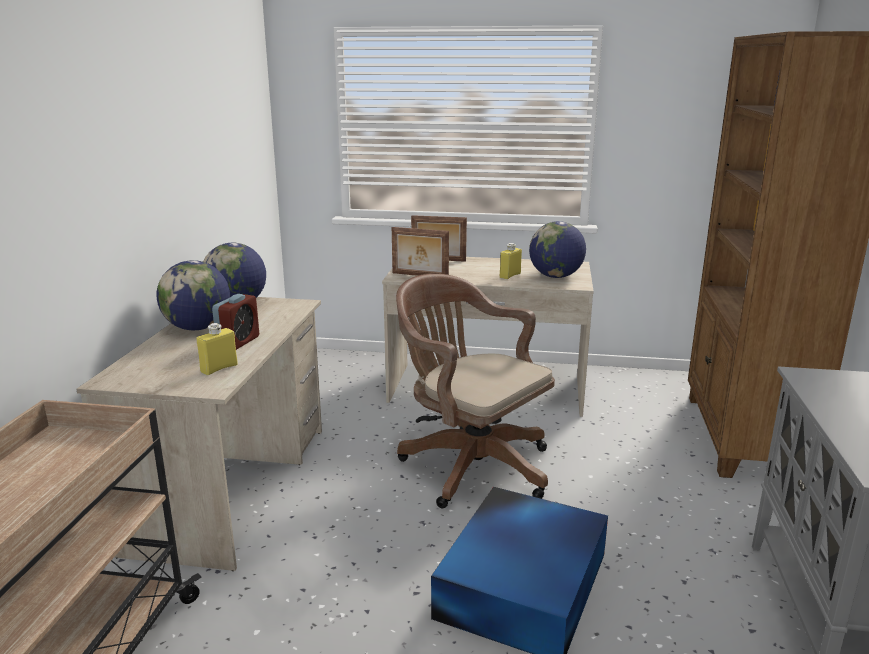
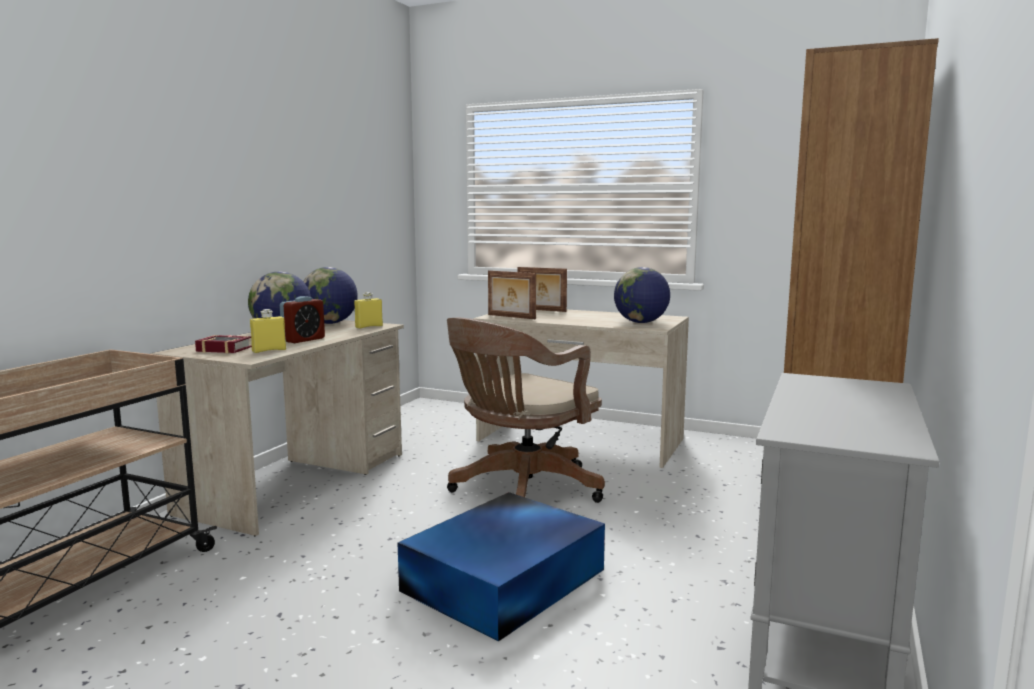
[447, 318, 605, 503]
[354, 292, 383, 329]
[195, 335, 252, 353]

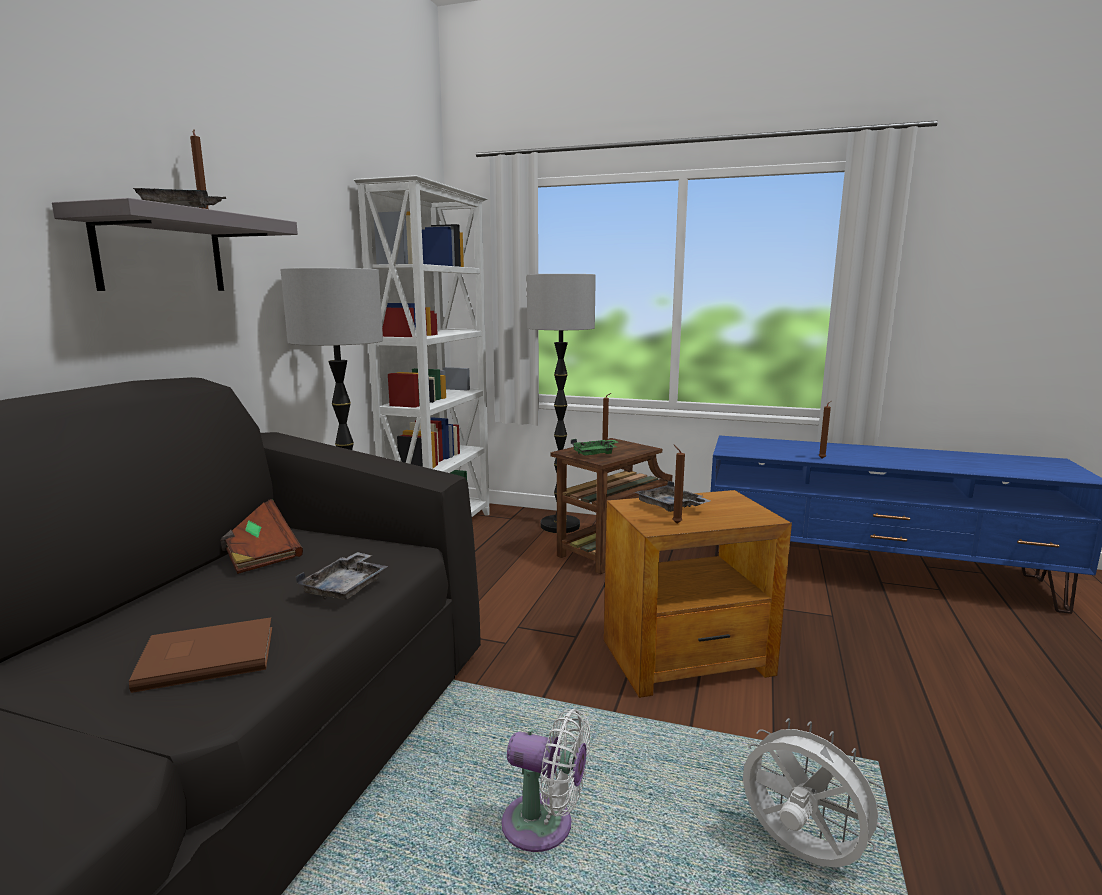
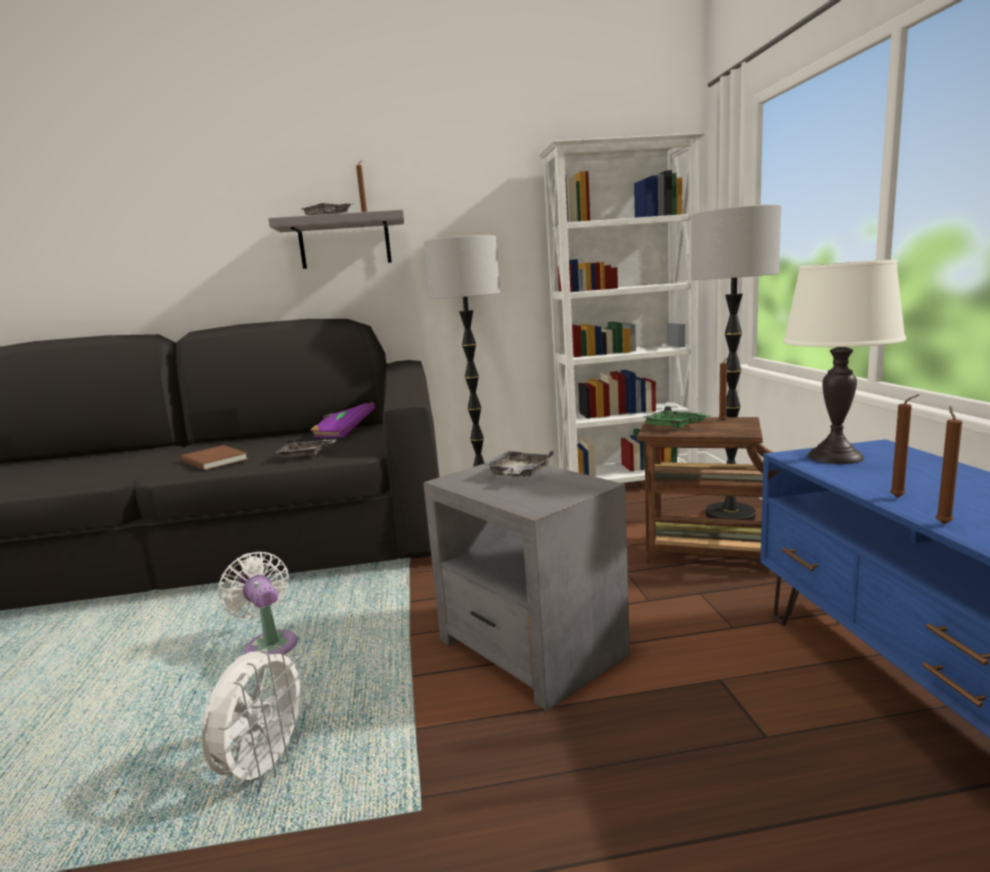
[310, 402, 375, 438]
[218, 552, 297, 655]
[423, 464, 630, 711]
[936, 406, 962, 524]
[783, 259, 906, 464]

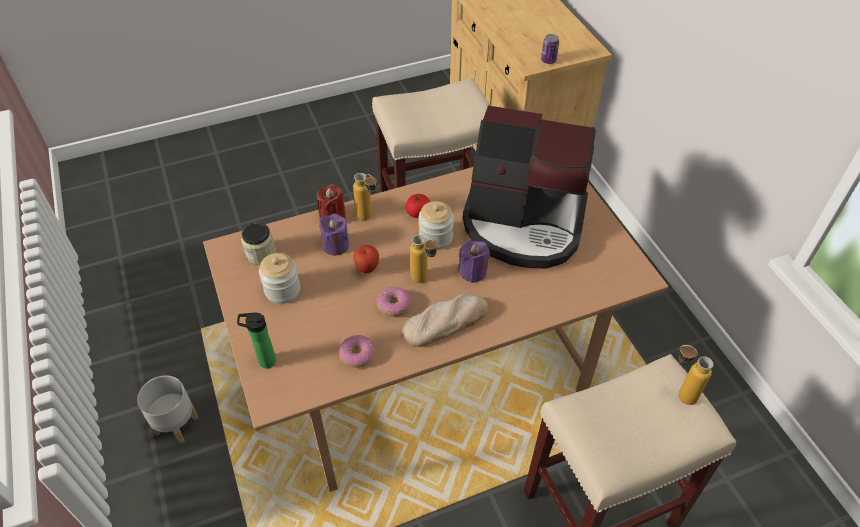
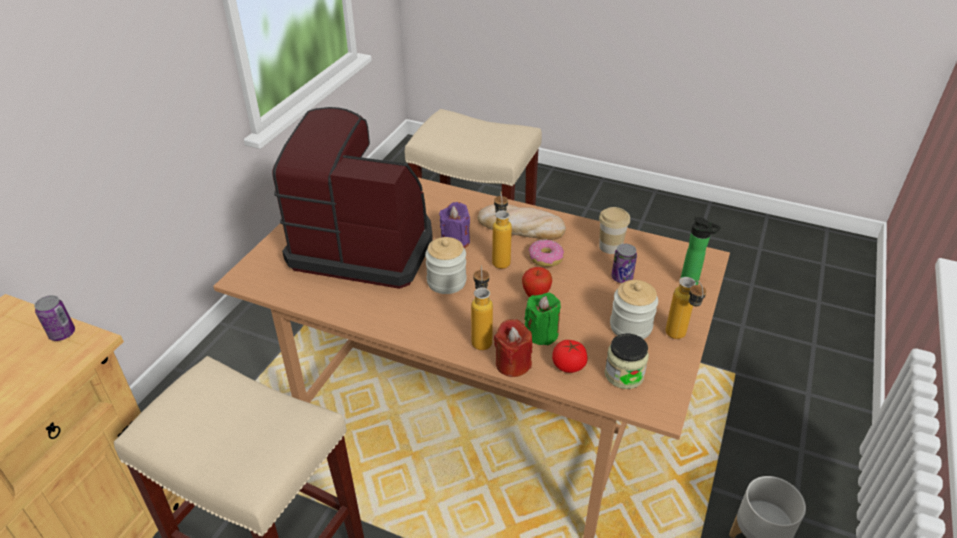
[525, 293, 561, 346]
[599, 207, 630, 254]
[552, 340, 588, 373]
[273, 107, 433, 289]
[666, 277, 706, 339]
[611, 244, 637, 283]

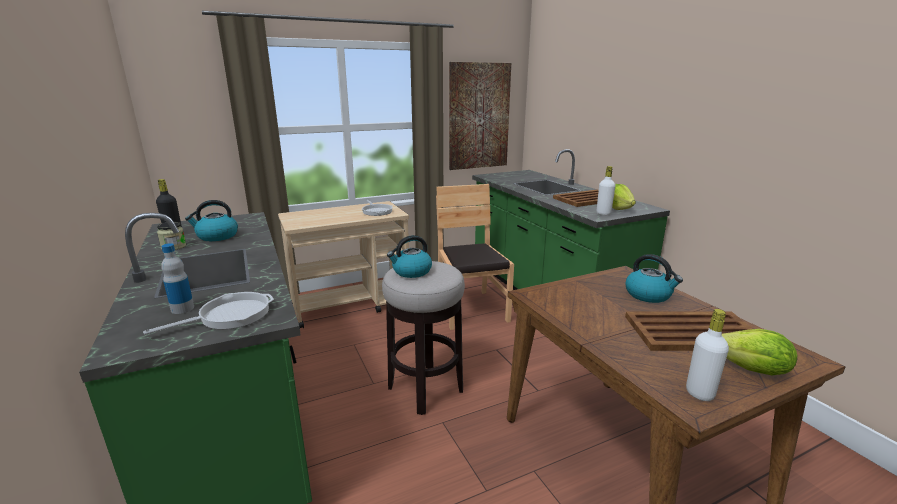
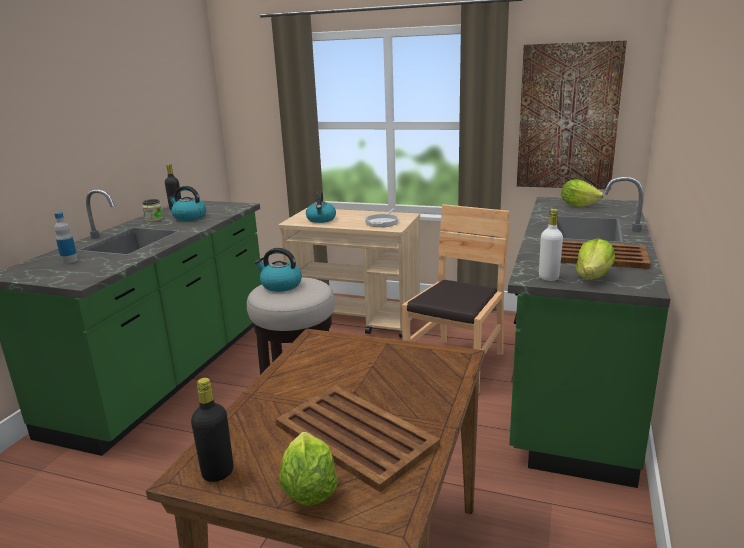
[143, 292, 274, 335] (first image)
[306, 191, 336, 223]
[191, 378, 233, 482]
[561, 179, 604, 207]

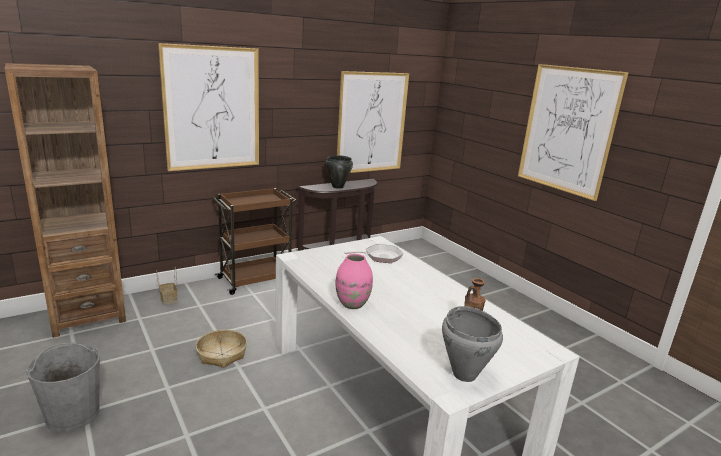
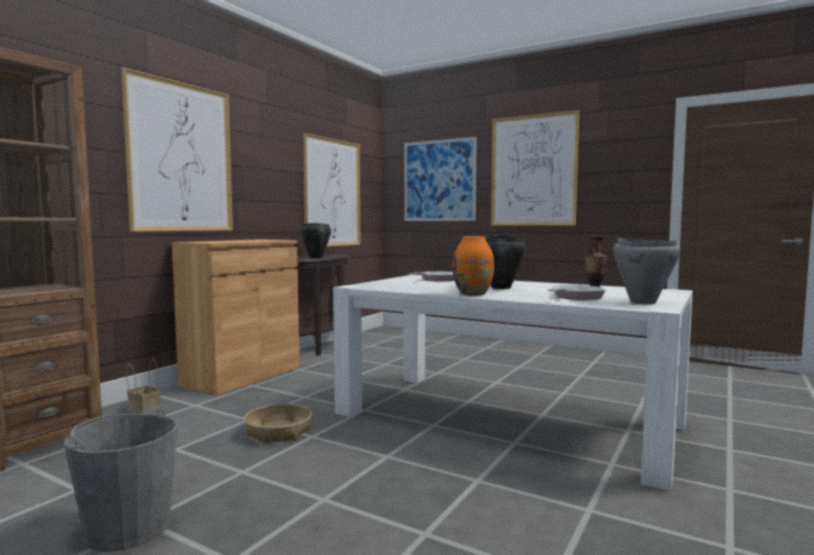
[172, 239, 300, 395]
[453, 236, 494, 296]
[404, 137, 477, 221]
[484, 235, 526, 289]
[548, 285, 605, 300]

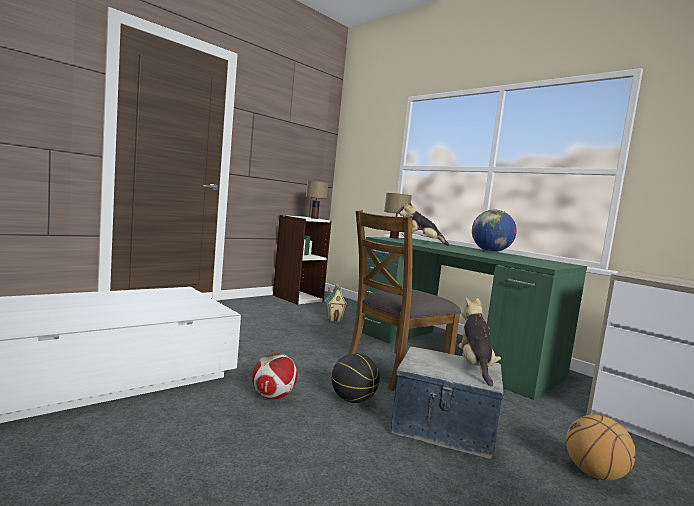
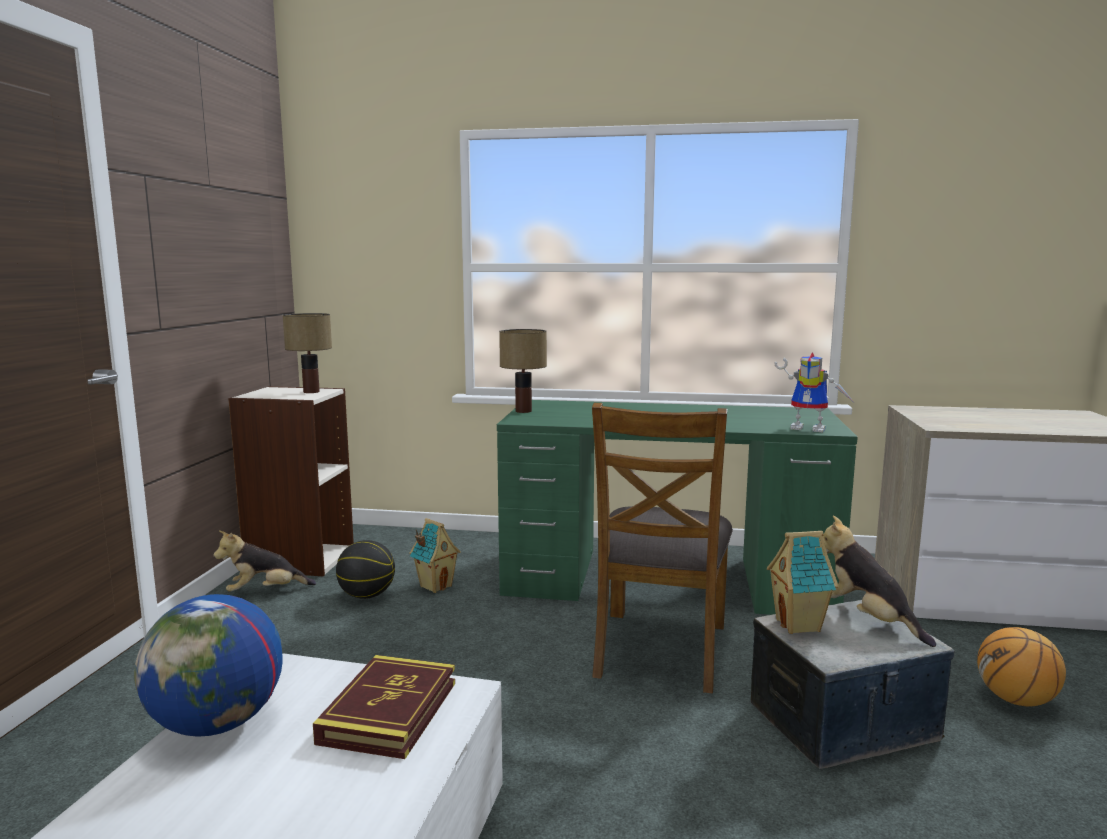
[252, 353, 297, 399] (first image)
[336, 540, 395, 599]
[213, 531, 316, 592]
[134, 594, 282, 736]
[313, 655, 455, 759]
[767, 531, 839, 634]
[775, 352, 853, 433]

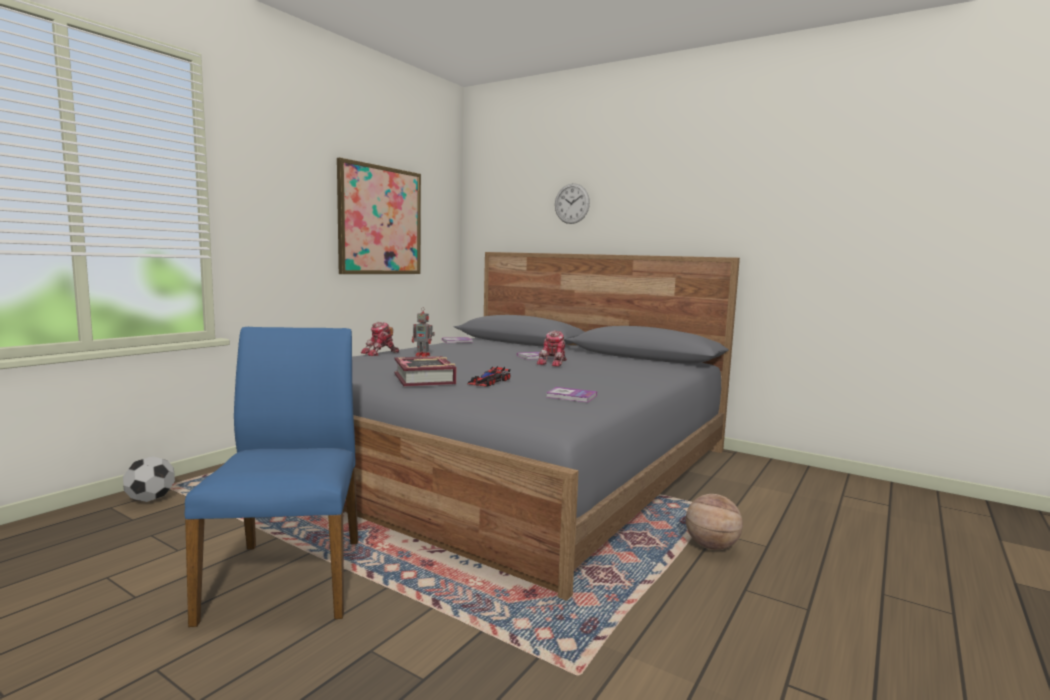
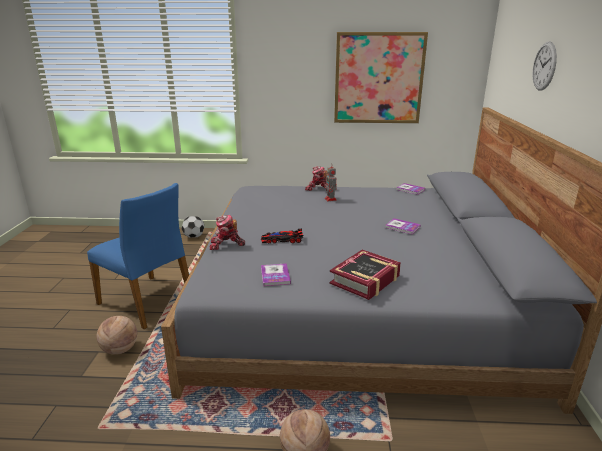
[87, 183, 189, 329]
[329, 250, 401, 300]
[210, 215, 245, 250]
[97, 316, 137, 355]

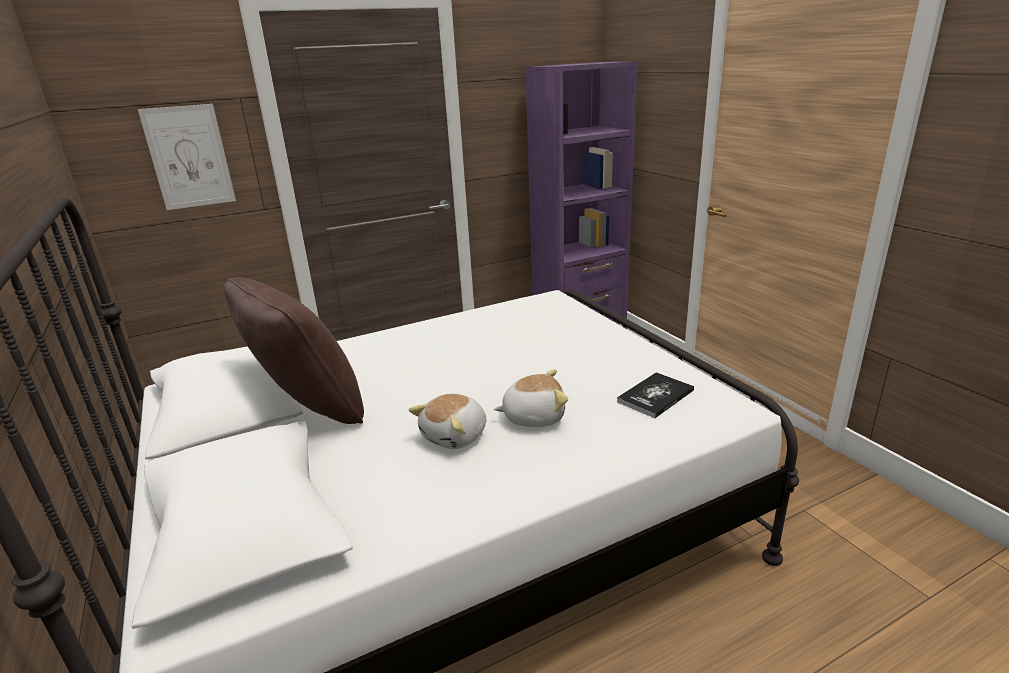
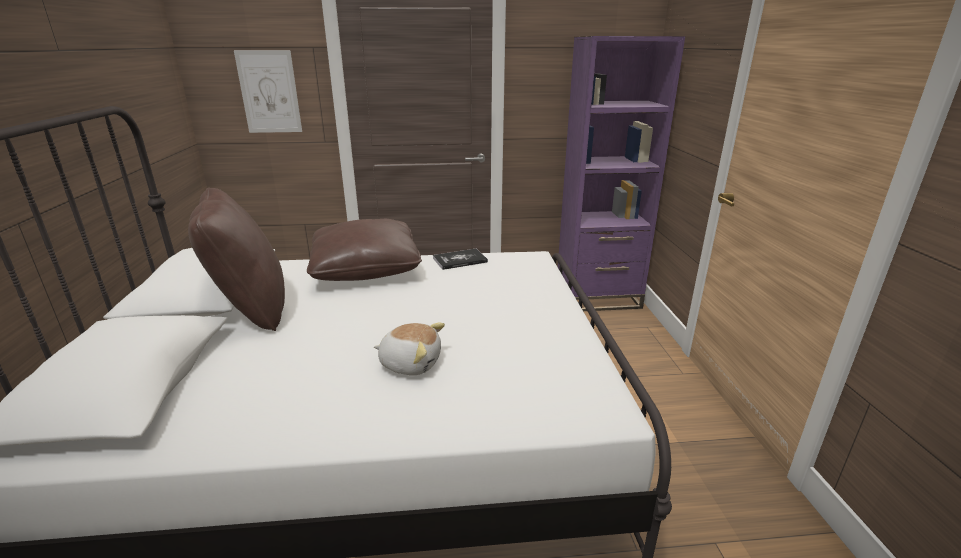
[409, 394, 486, 449] (first image)
[433, 249, 488, 270]
[307, 219, 422, 281]

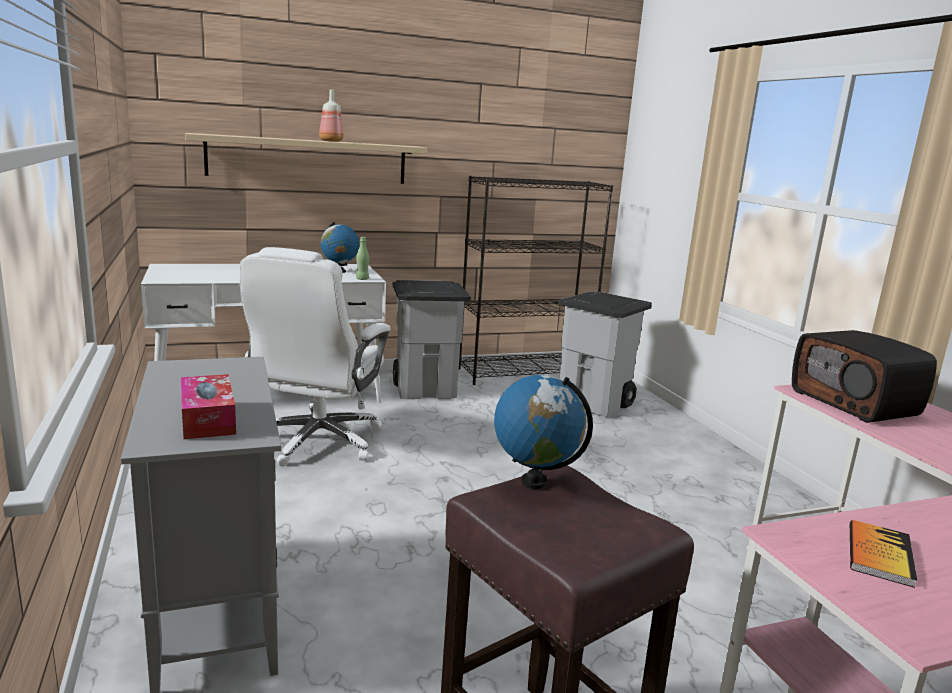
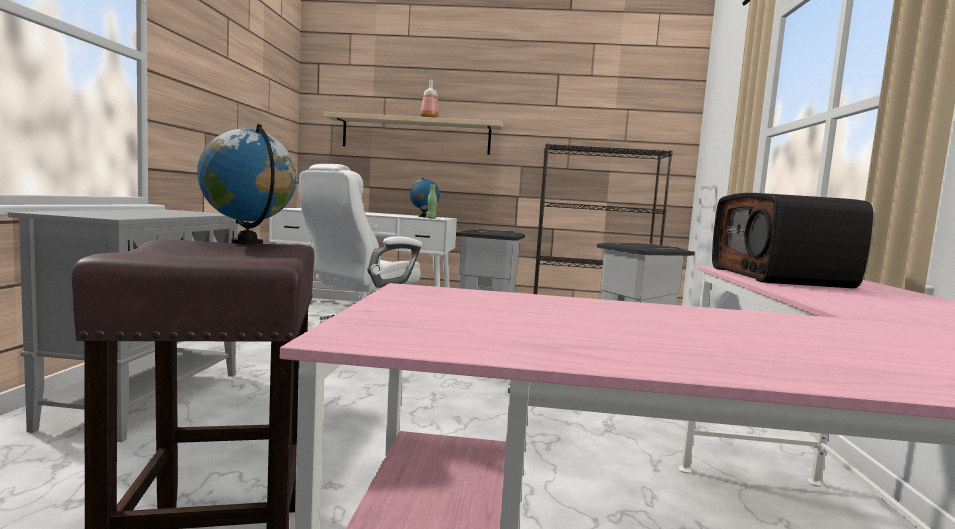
[181, 374, 236, 439] (first image)
[850, 520, 917, 588] (first image)

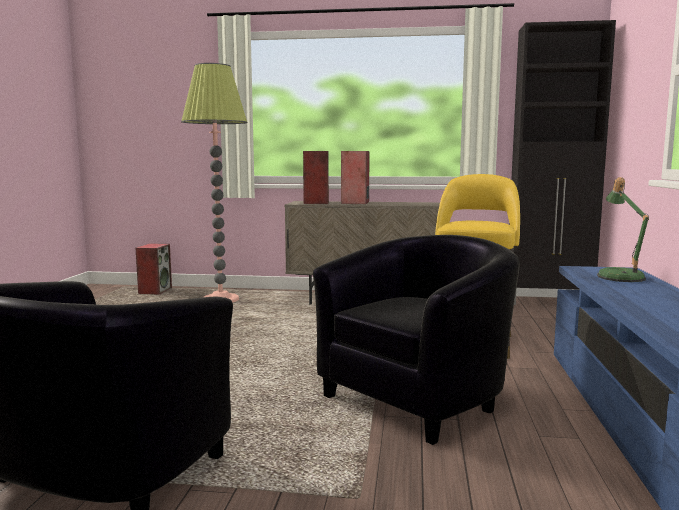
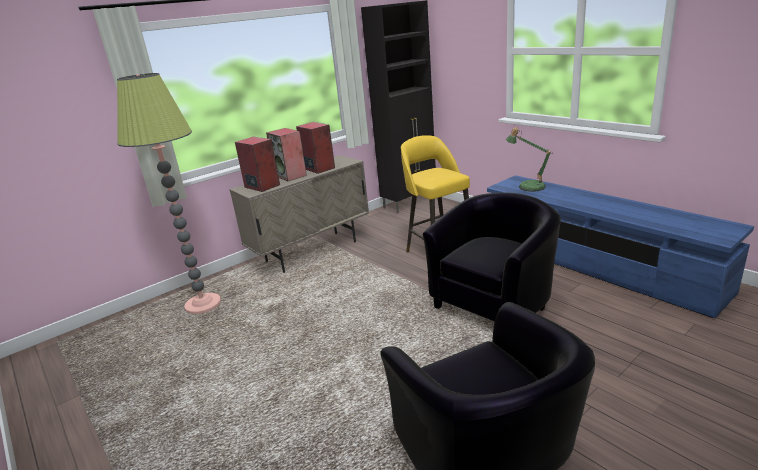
[296, 122, 335, 174]
[423, 192, 561, 322]

